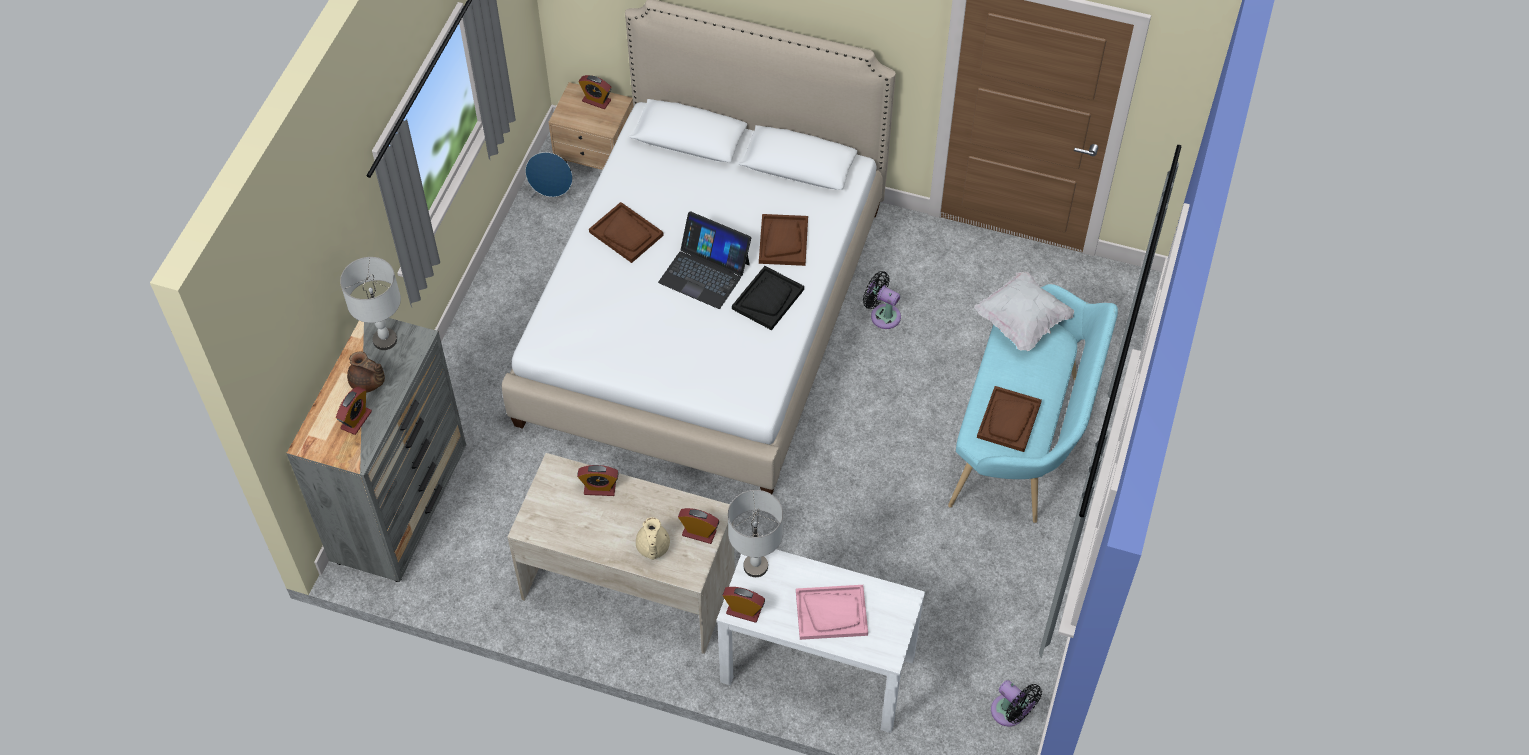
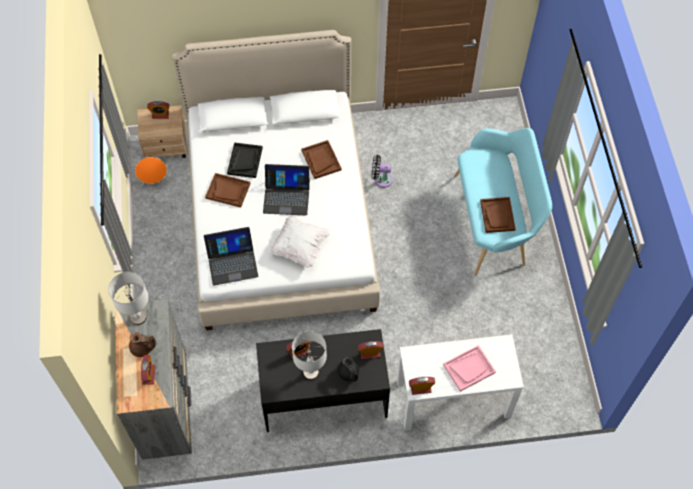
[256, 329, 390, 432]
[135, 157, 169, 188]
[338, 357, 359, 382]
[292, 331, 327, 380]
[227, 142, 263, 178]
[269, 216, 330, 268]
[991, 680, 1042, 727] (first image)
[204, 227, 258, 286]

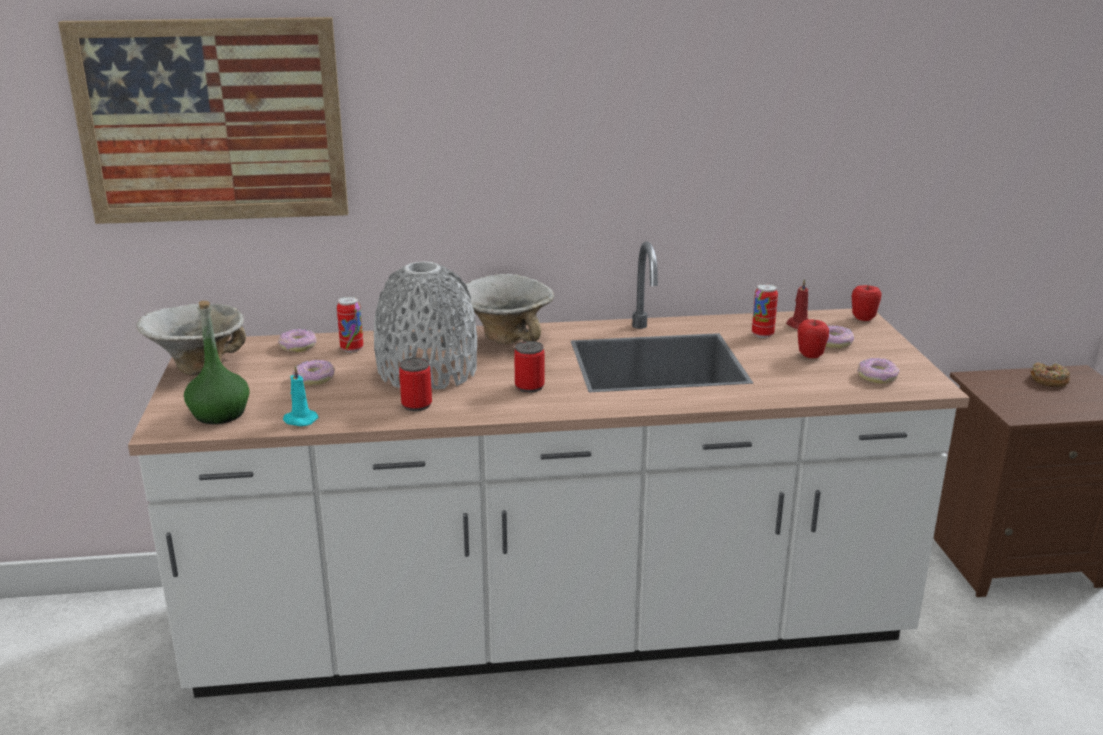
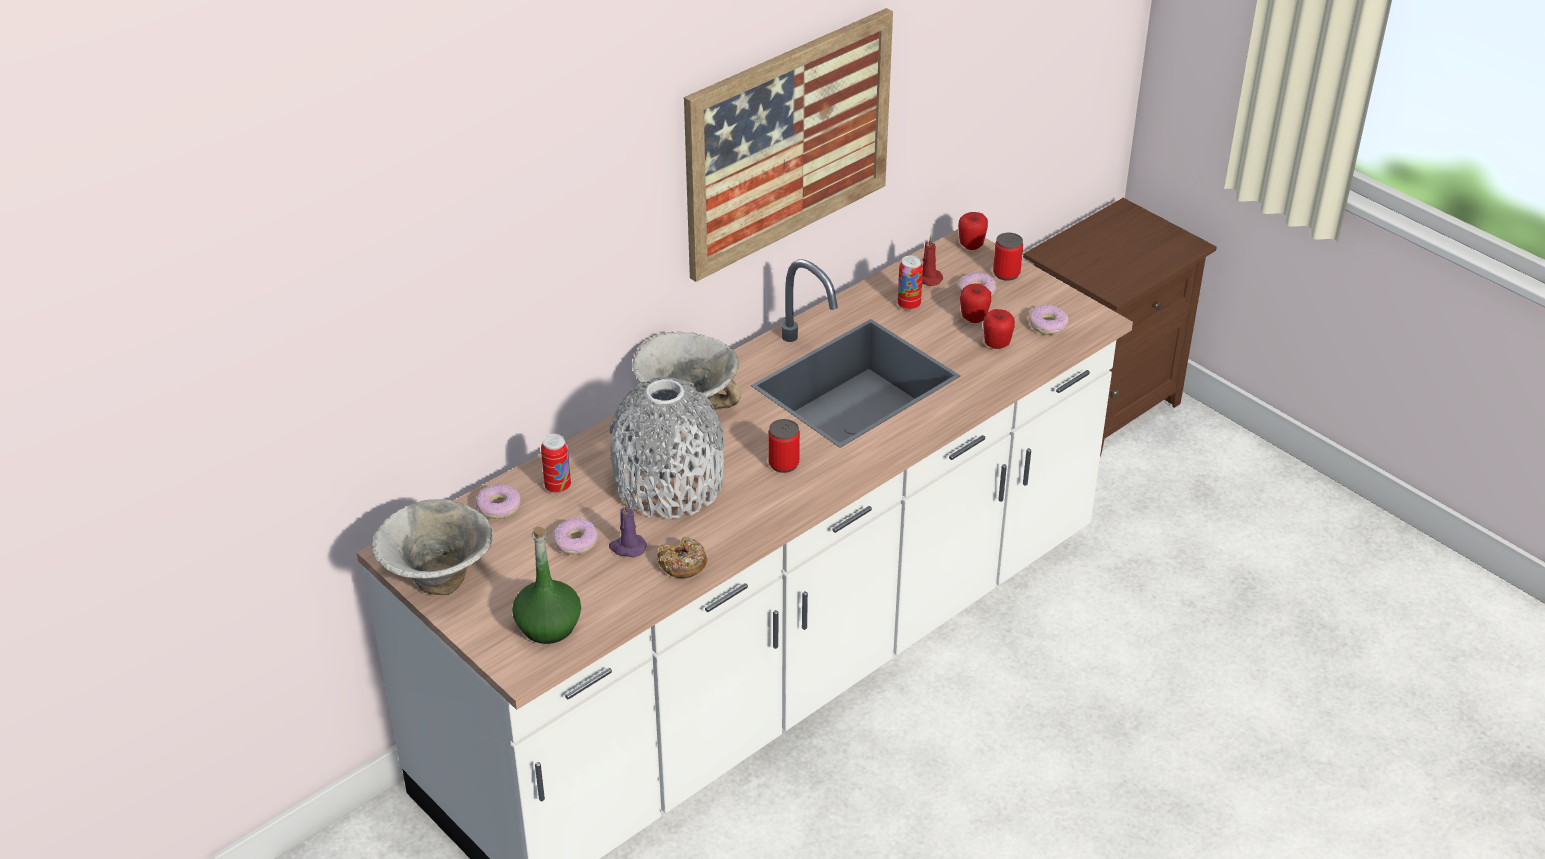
[684, 8, 893, 282]
[283, 366, 318, 426] (first image)
[993, 233, 1023, 281]
[657, 537, 707, 578]
[609, 502, 647, 557]
[983, 309, 1015, 349]

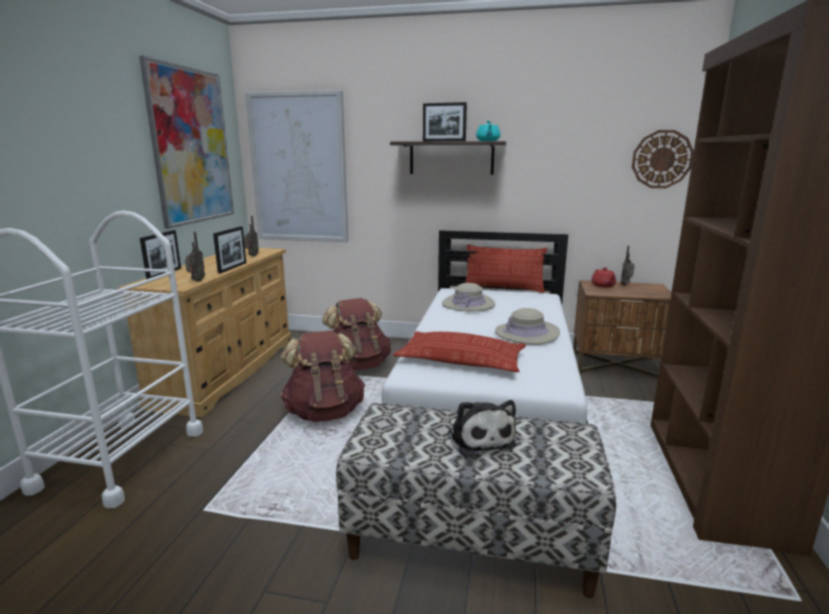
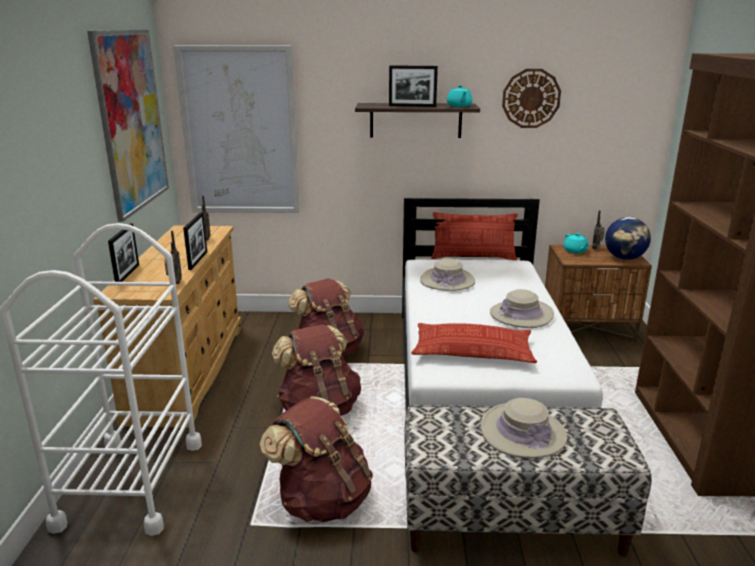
[481, 398, 568, 458]
[563, 233, 589, 254]
[502, 69, 561, 128]
[260, 396, 373, 522]
[605, 217, 651, 260]

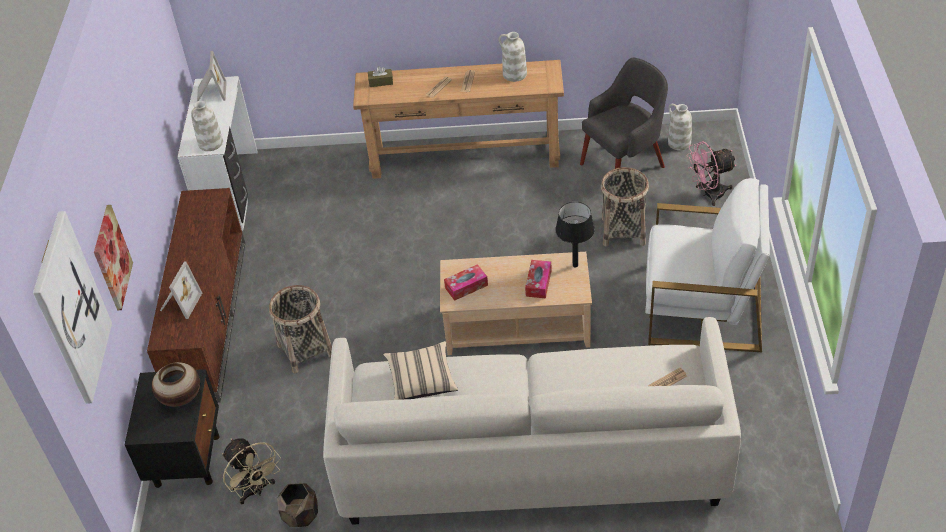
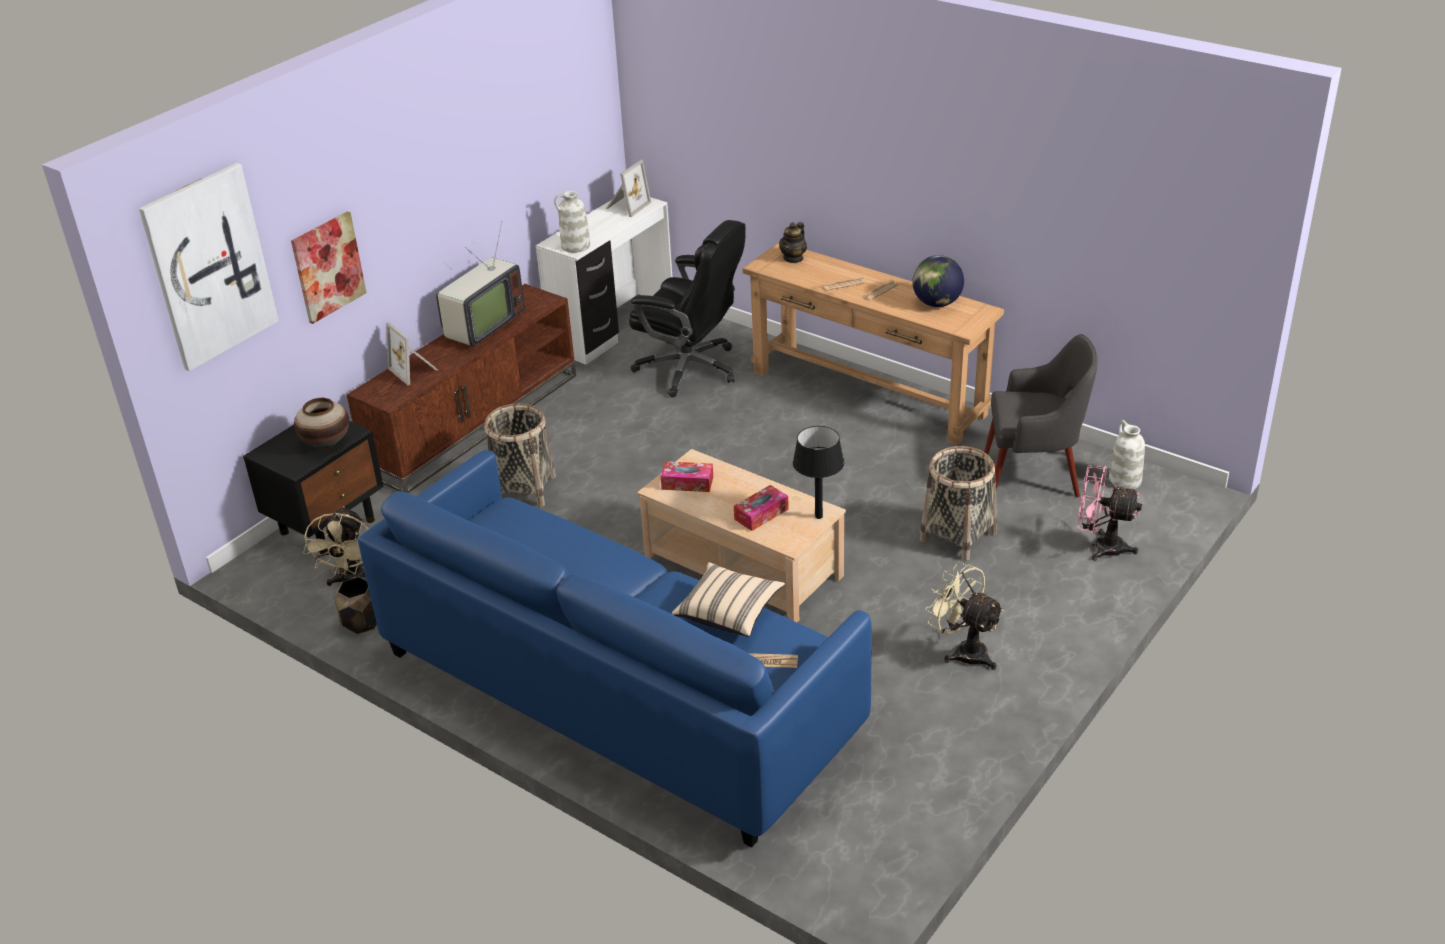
[386, 322, 438, 385]
[358, 450, 872, 848]
[779, 222, 807, 263]
[672, 562, 785, 637]
[912, 255, 964, 307]
[925, 562, 1004, 670]
[436, 221, 525, 349]
[629, 220, 746, 398]

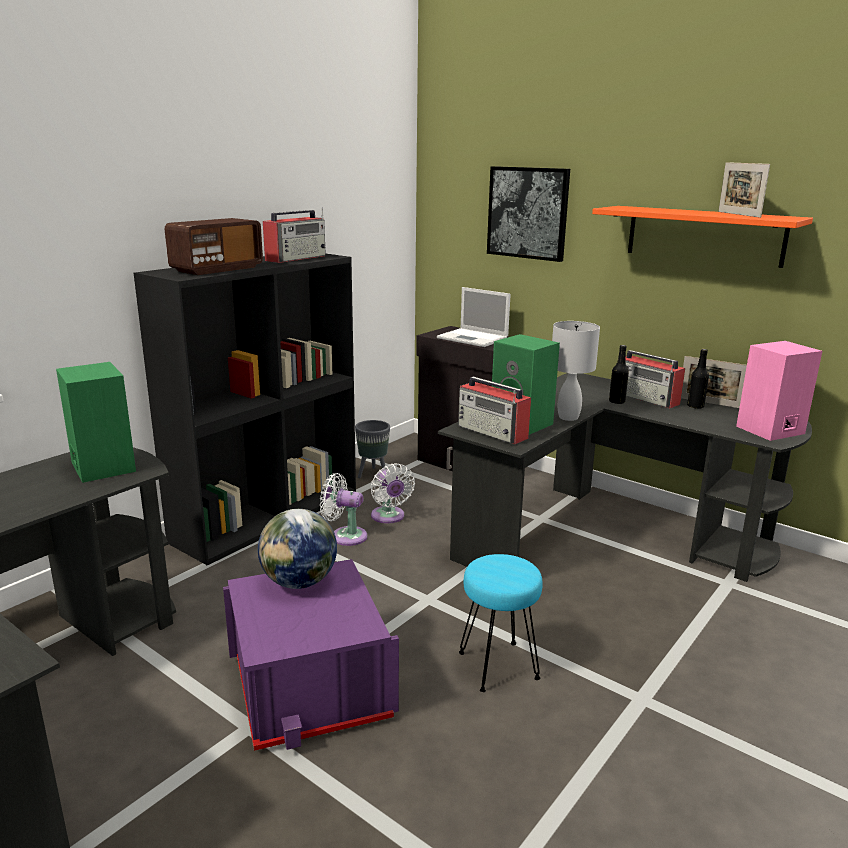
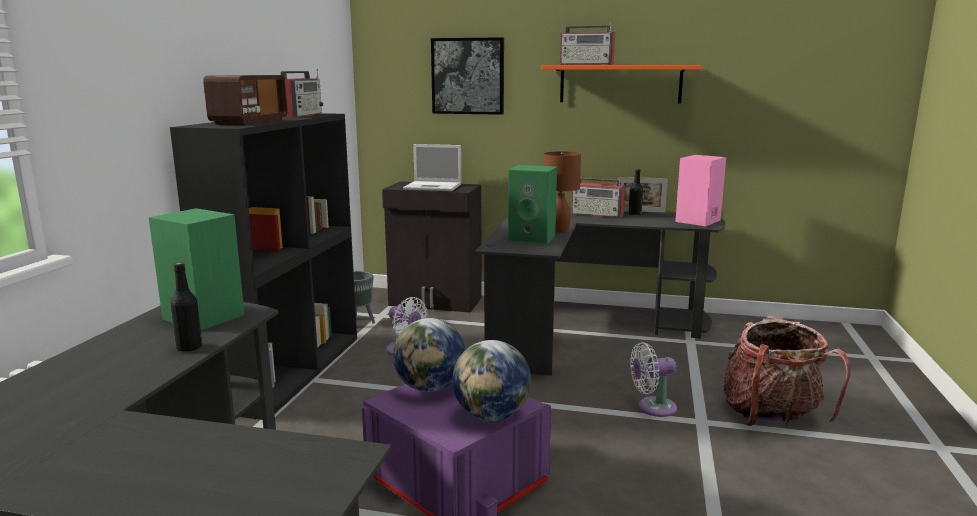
[630, 342, 677, 417]
[560, 23, 615, 65]
[459, 554, 543, 692] (first image)
[543, 151, 581, 233]
[170, 262, 202, 351]
[718, 162, 770, 218] (first image)
[452, 340, 531, 421]
[723, 316, 851, 426]

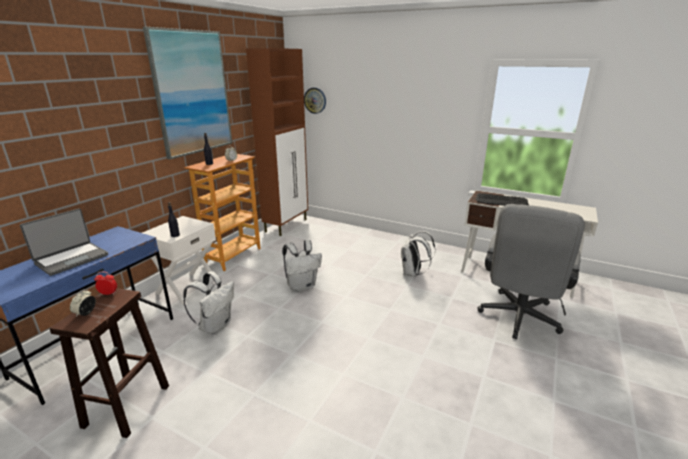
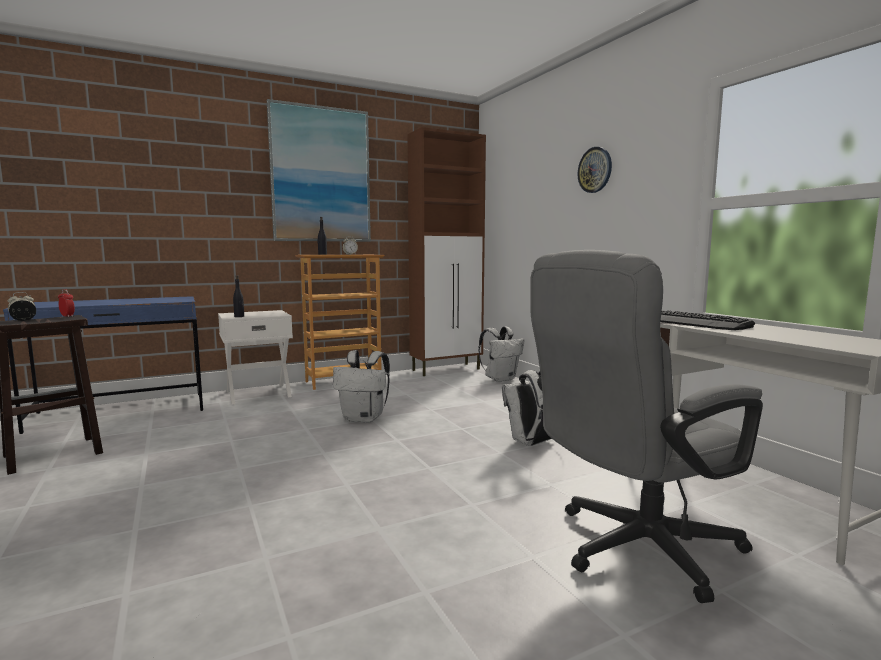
[20, 209, 108, 276] (first image)
[478, 326, 524, 382]
[578, 147, 612, 193]

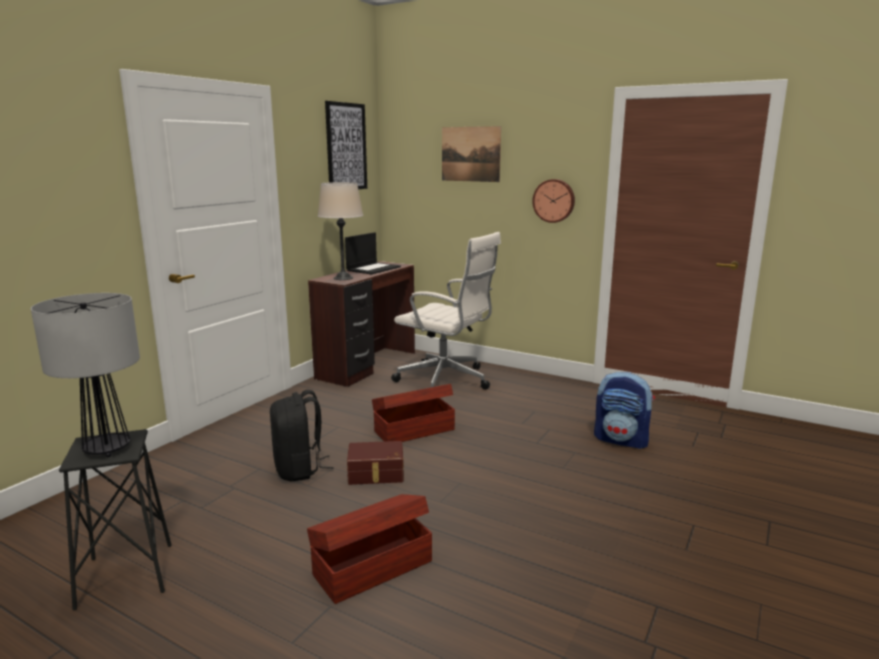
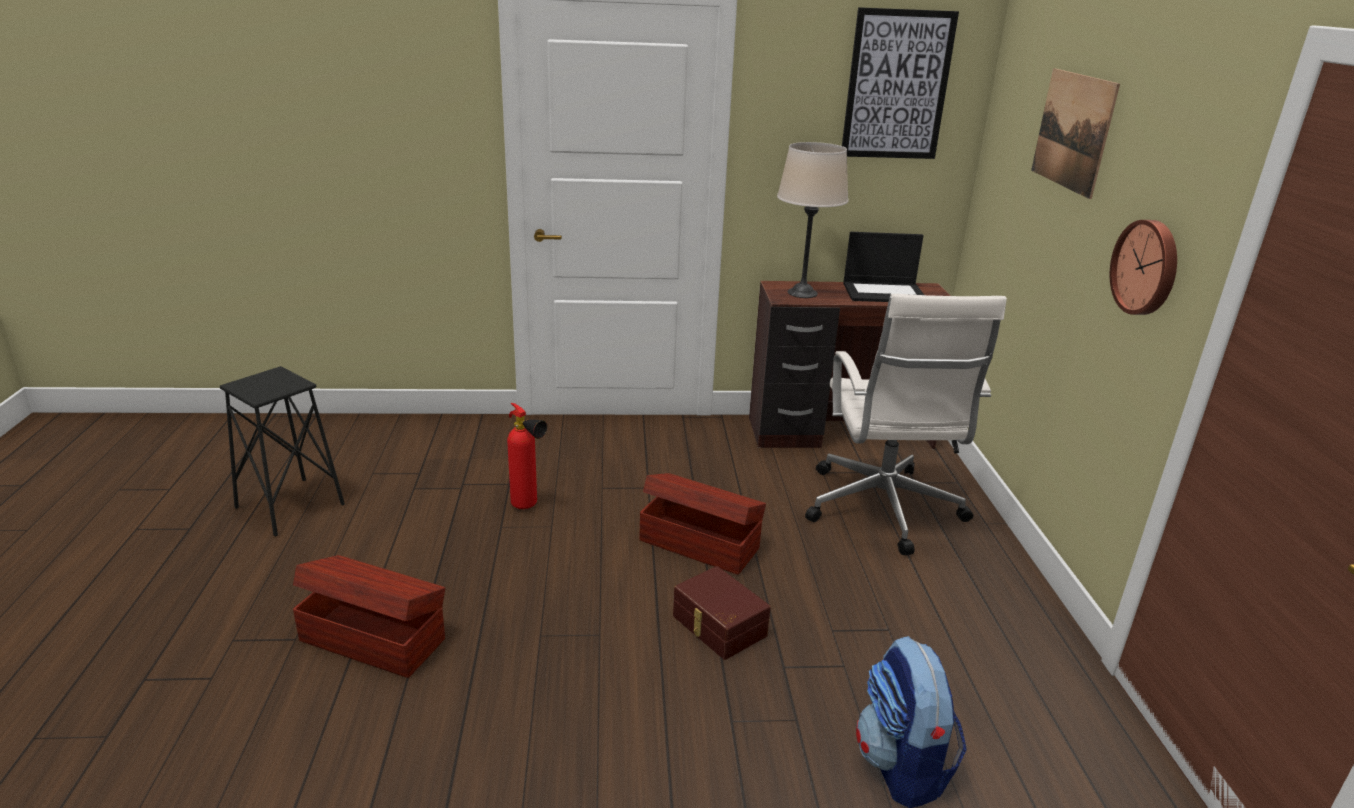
[31, 293, 140, 457] (first image)
[507, 403, 547, 509]
[673, 566, 771, 660]

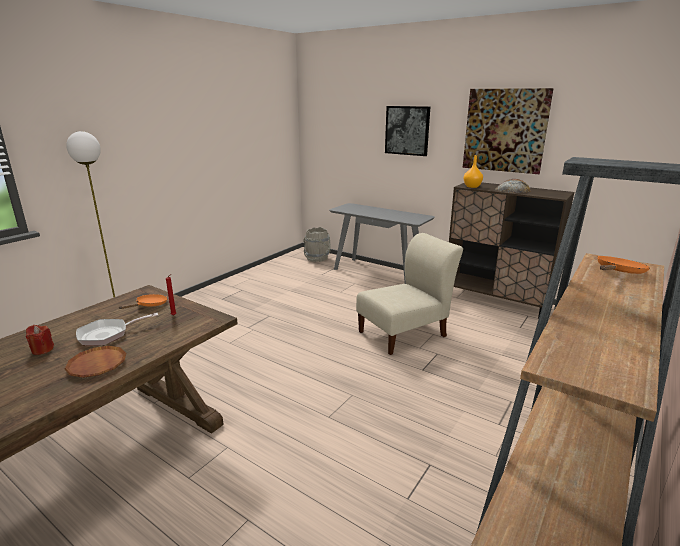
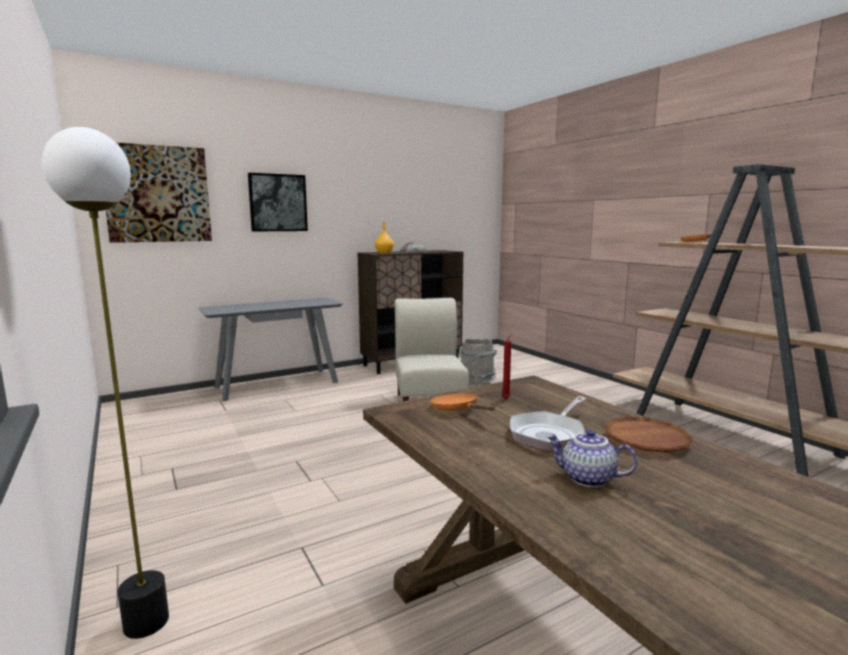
[546, 429, 637, 487]
[510, 396, 586, 452]
[459, 338, 497, 386]
[106, 142, 212, 243]

